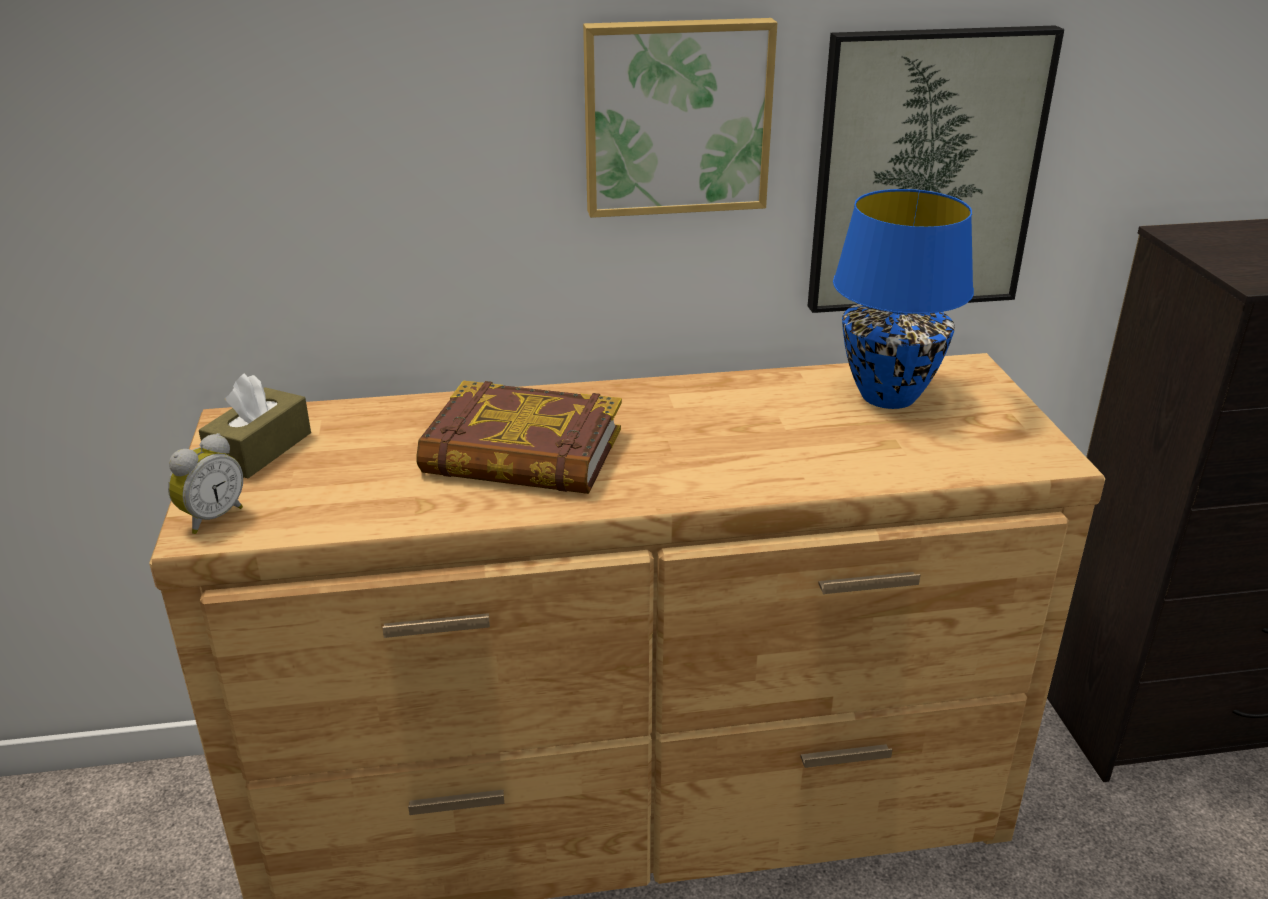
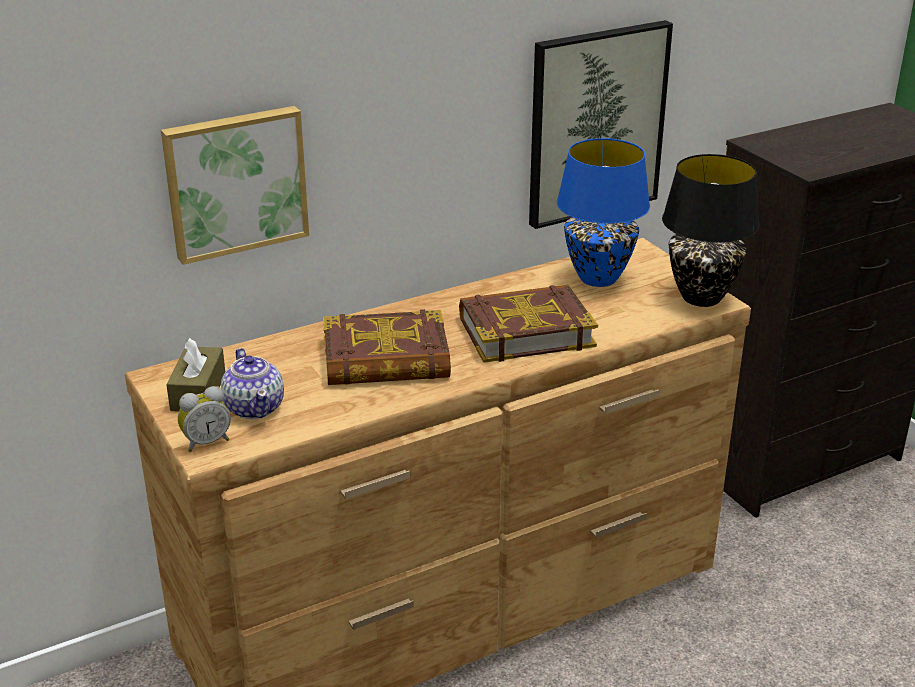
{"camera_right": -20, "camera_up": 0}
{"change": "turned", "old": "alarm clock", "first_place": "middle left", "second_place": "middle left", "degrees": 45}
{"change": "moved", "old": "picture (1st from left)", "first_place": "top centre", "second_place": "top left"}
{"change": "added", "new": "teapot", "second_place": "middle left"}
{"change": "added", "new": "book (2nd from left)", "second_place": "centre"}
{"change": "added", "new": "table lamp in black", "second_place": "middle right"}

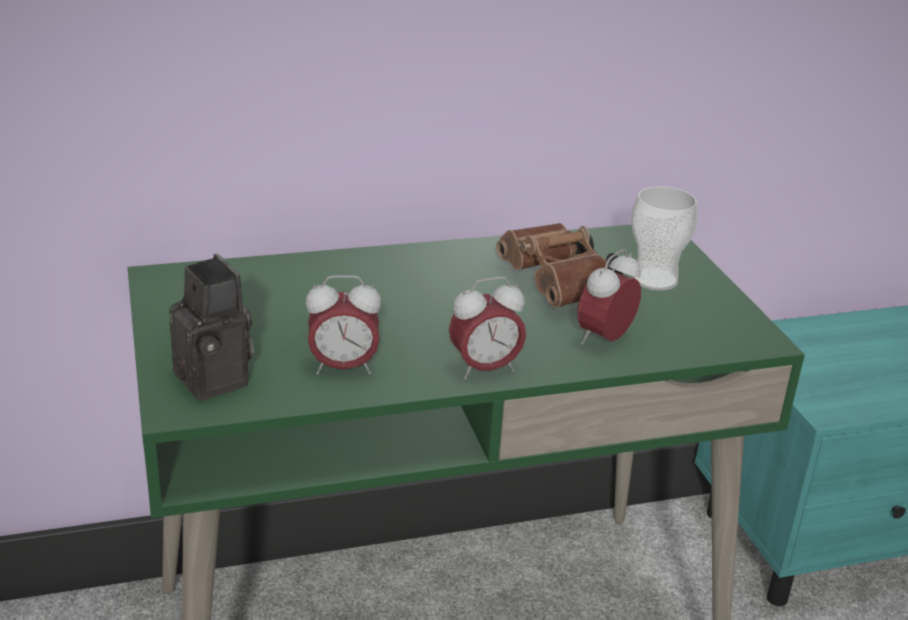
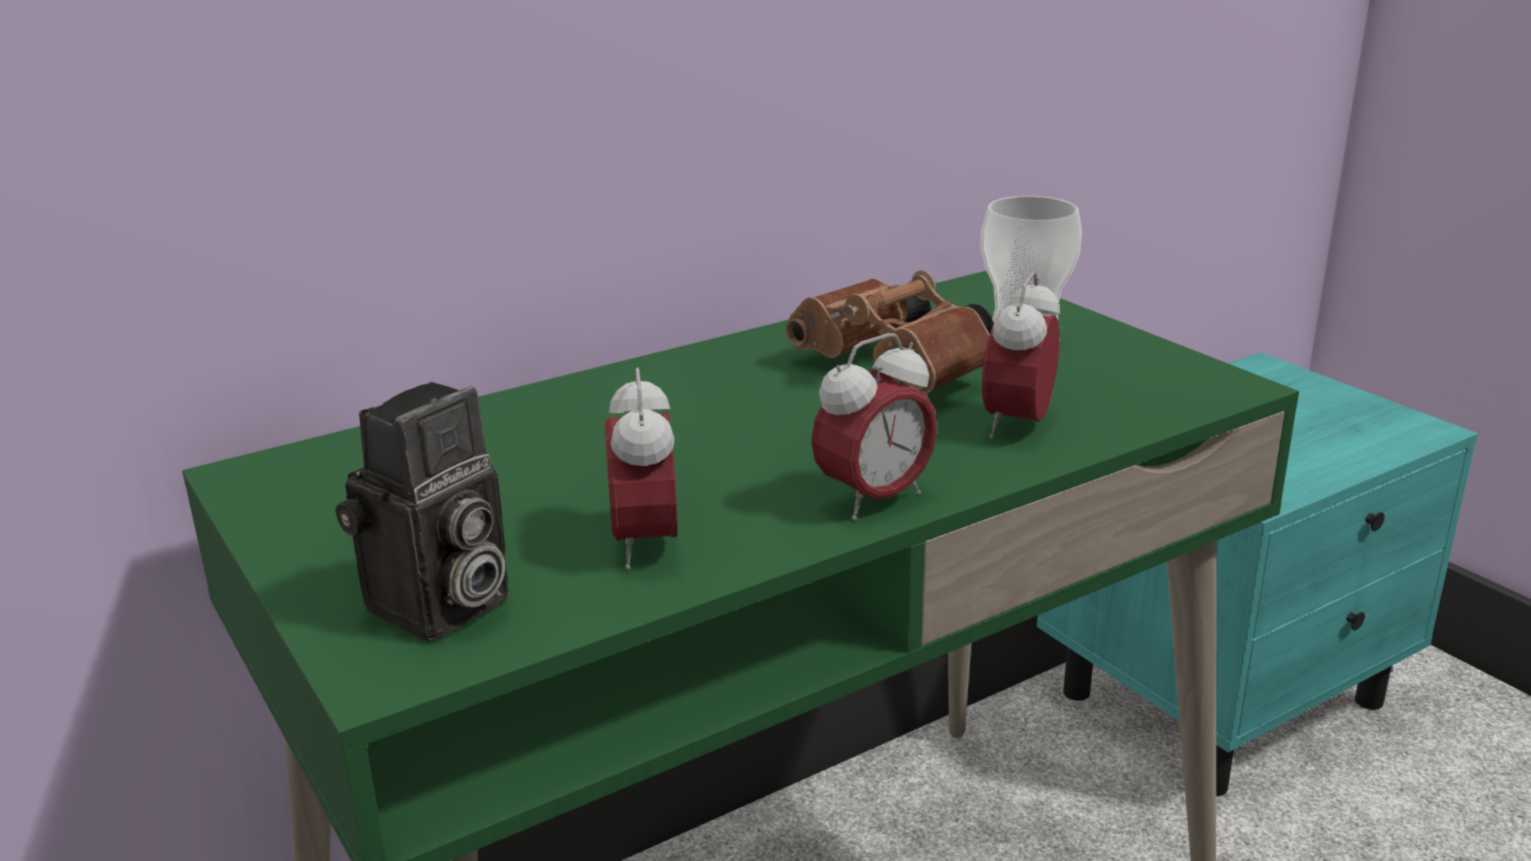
{"camera_right": -15, "camera_up": -5}
{"change": "turned", "old": "photo camera", "first_place": "middle left", "second_place": "middle left", "degrees": 90}
{"change": "turned", "old": "alarm clock (1st from left)", "first_place": "centre", "second_place": "centre", "degrees": 105}

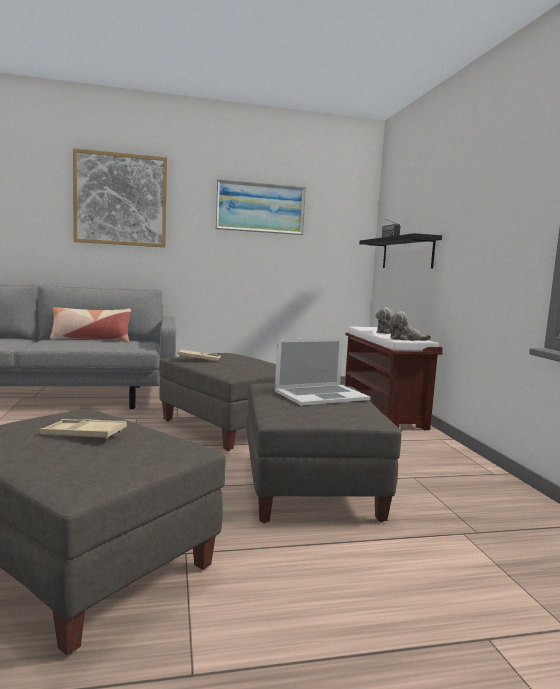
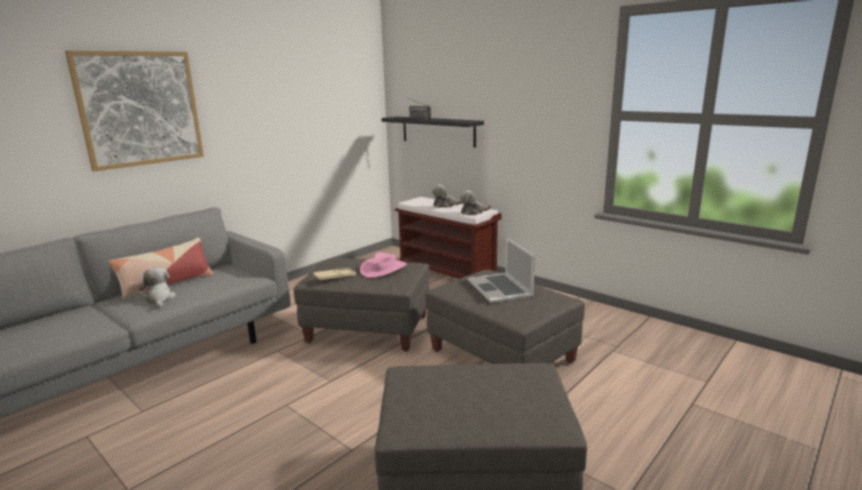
{"camera_right": -35, "camera_up": 10}
{"change": "removed", "old": "tray in beige (1st from left)", "first_place": "middle left"}
{"change": "removed", "old": "picture (2nd from left)", "first_place": "top centre"}
{"change": "turned", "old": "laptop", "first_place": "centre", "second_place": "centre", "degrees": 135}
{"change": "added", "new": "plush toy (1st from left)", "second_place": "middle left"}
{"change": "added", "new": "hat in pink", "second_place": "centre"}

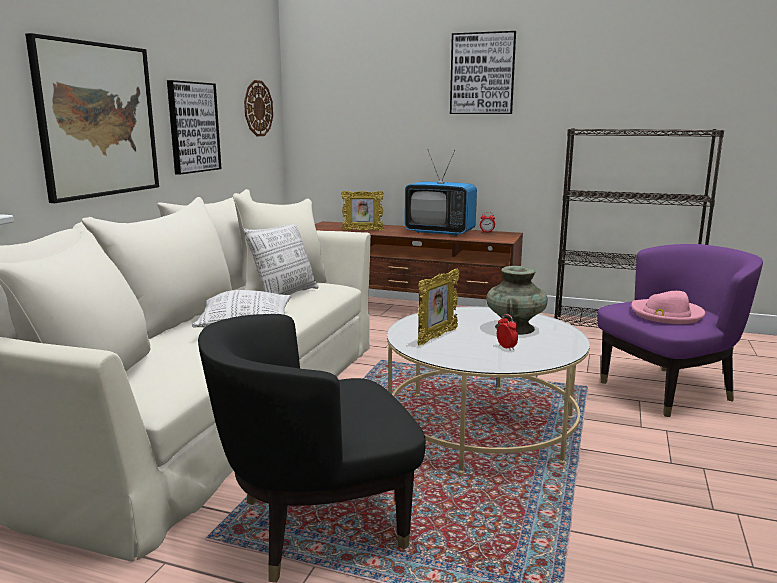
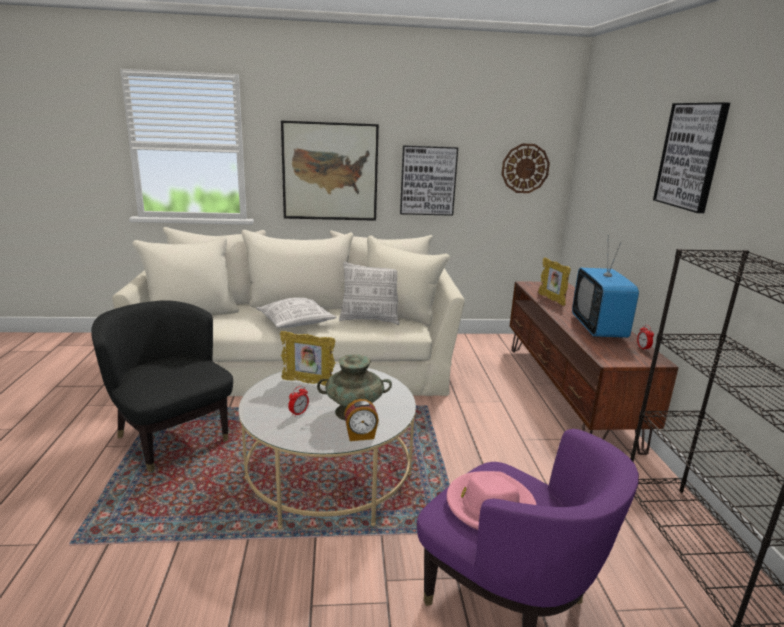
{"camera_right": 65, "camera_up": 5}
{"change": "added", "new": "alarm clock (2nd from left)", "second_place": "bottom centre"}

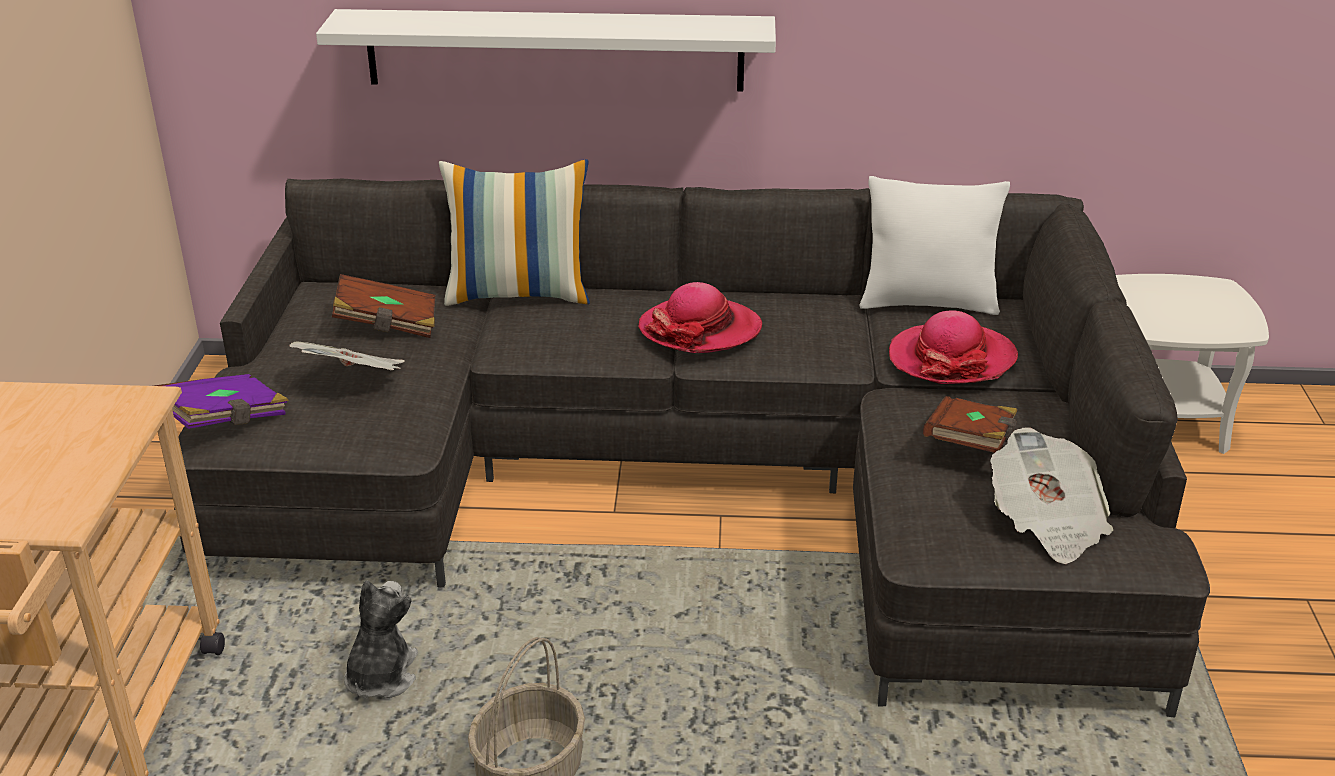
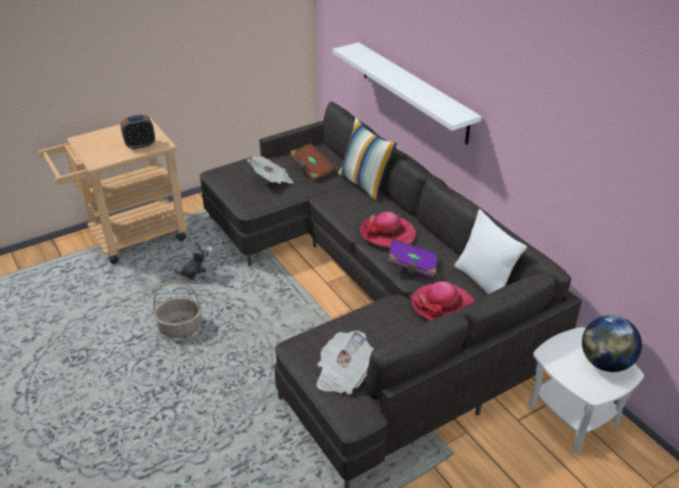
{"camera_right": 55, "camera_up": 5}
{"change": "moved", "old": "book in purple", "first_place": "middle left", "second_place": "centre"}
{"change": "removed", "old": "book in brown (2nd from left)", "first_place": "middle right"}
{"change": "added", "new": "alarm clock", "second_place": "top left"}
{"change": "added", "new": "globe", "second_place": "bottom right"}

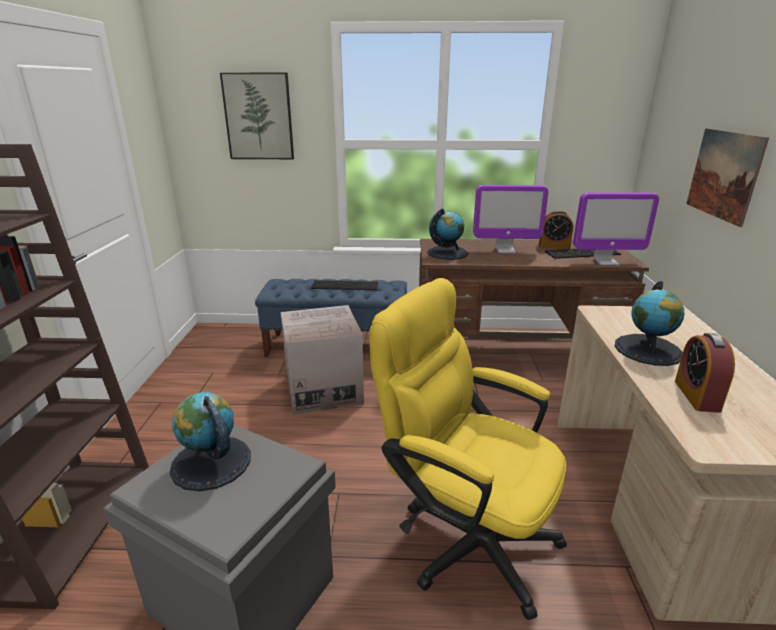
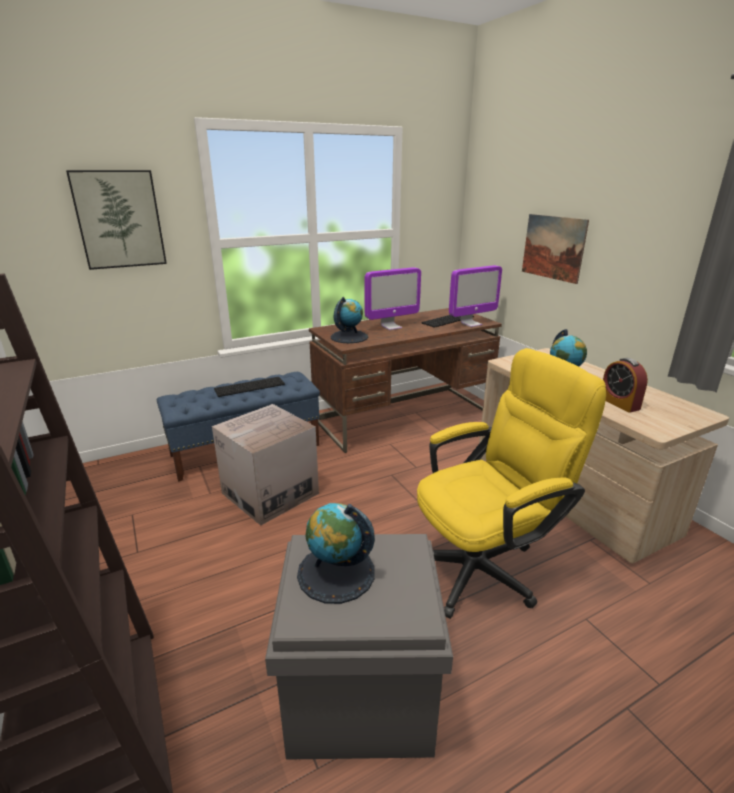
{"camera_right": -30, "camera_up": 0}
{"change": "turned", "old": "office chair in yellow", "first_place": "bottom centre", "second_place": "middle right", "degrees": 150}
{"change": "removed", "old": "alarm clock (1st from left)", "first_place": "middle right"}

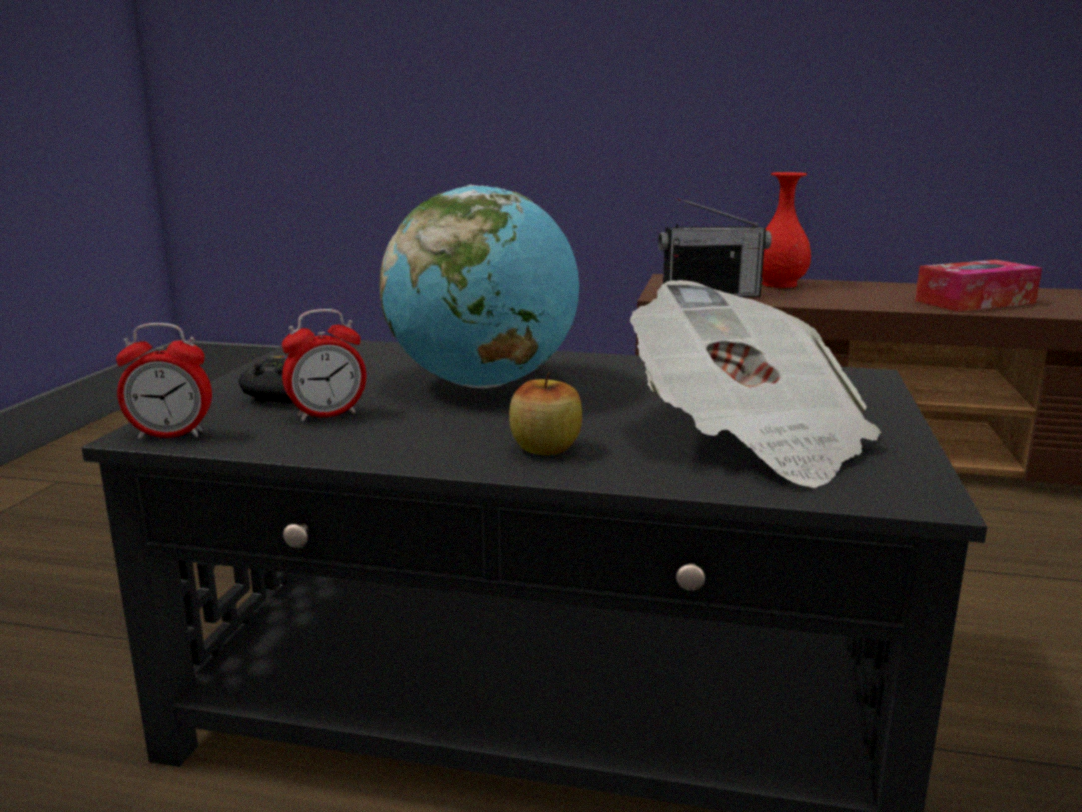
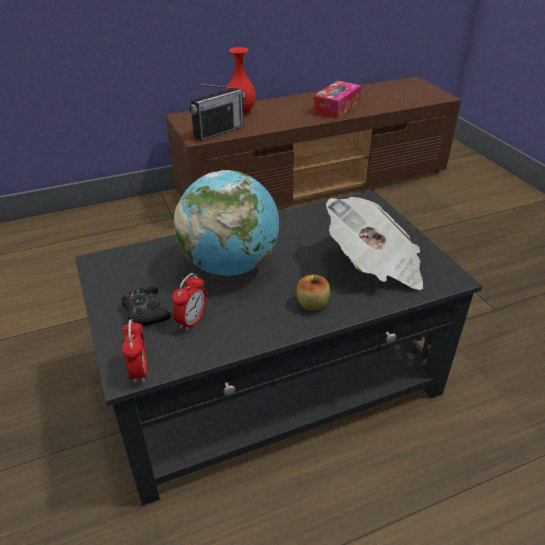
{"camera_right": -35, "camera_up": 20}
{"change": "turned", "old": "alarm clock (1st from left)", "first_place": "middle left", "second_place": "middle left", "degrees": -60}

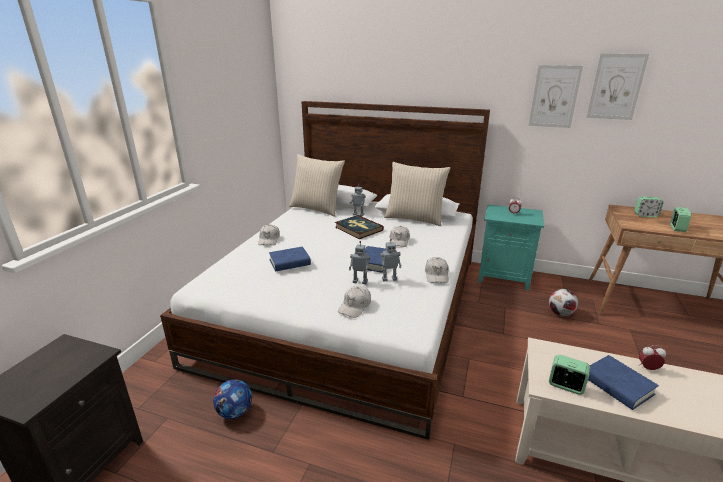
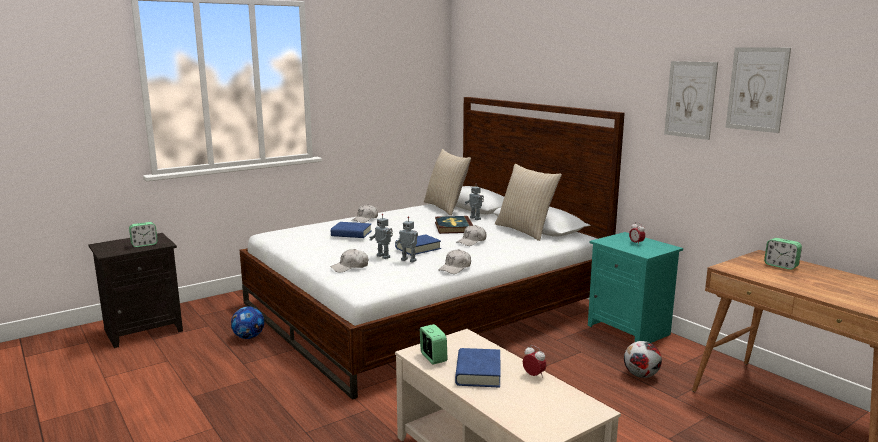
{"camera_right": 35, "camera_up": -10}
{"change": "moved", "old": "alarm clock (5th from left in the first image)", "new": "alarm clock (1st from left)", "first_place": "middle right", "second_place": "middle left"}

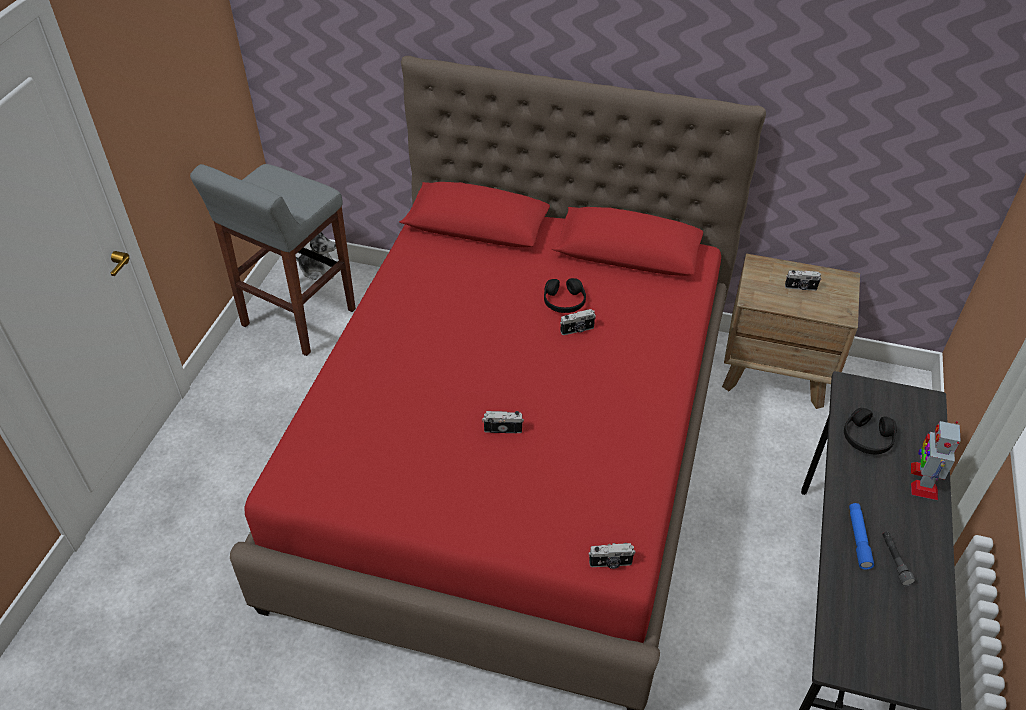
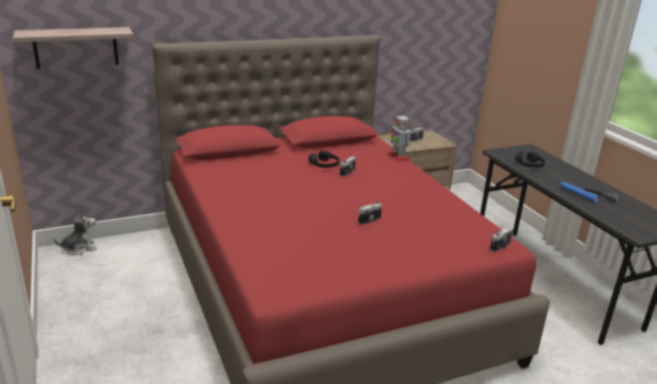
{"camera_right": -40, "camera_up": -20}
{"change": "removed", "old": "stool in grey", "first_place": "middle left"}
{"change": "moved", "old": "toy robot", "first_place": "middle right", "second_place": "centre"}
{"change": "added", "new": "shelf", "second_place": "top left"}

